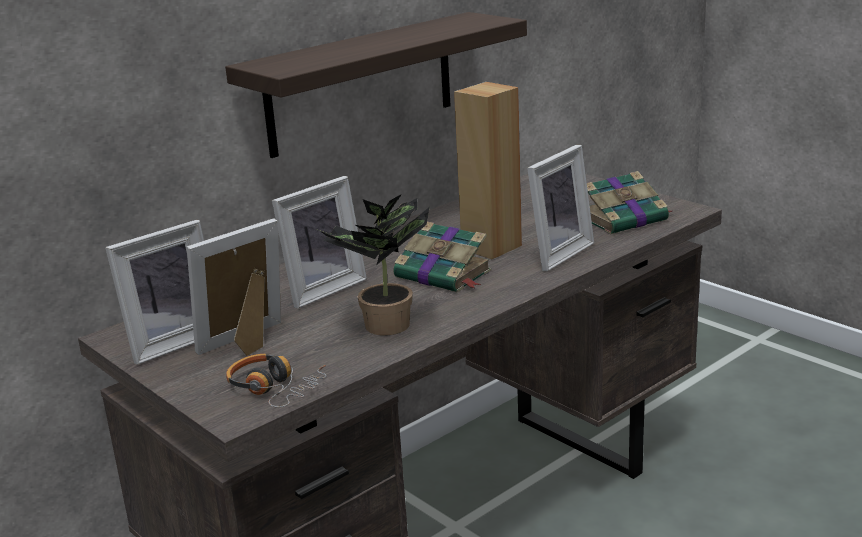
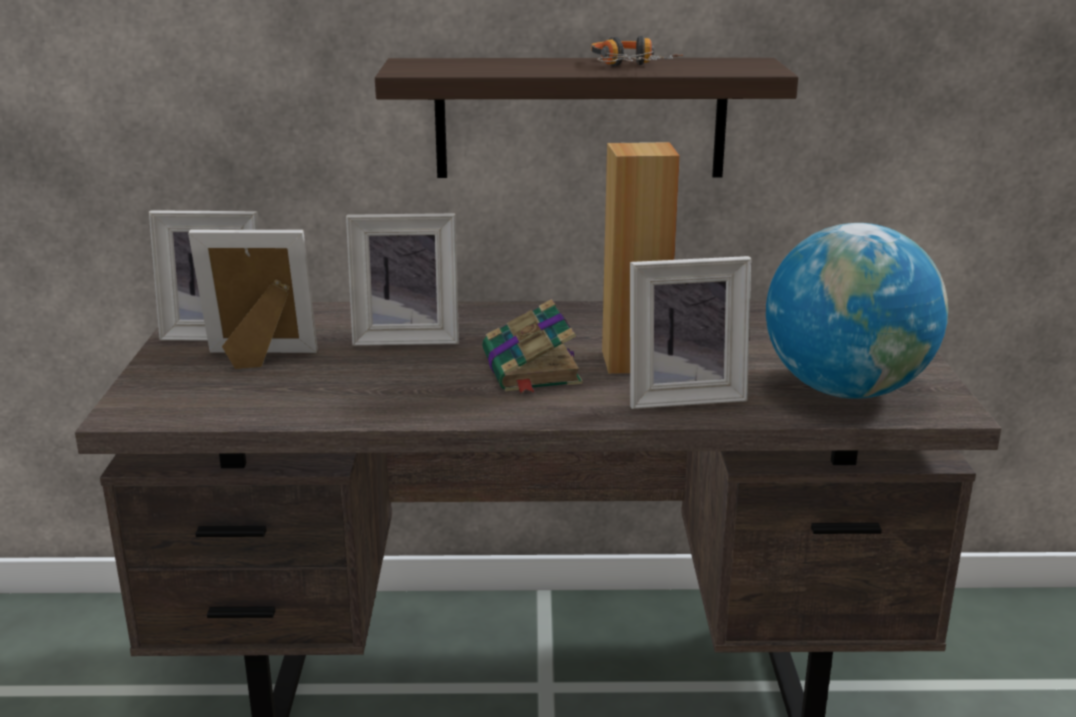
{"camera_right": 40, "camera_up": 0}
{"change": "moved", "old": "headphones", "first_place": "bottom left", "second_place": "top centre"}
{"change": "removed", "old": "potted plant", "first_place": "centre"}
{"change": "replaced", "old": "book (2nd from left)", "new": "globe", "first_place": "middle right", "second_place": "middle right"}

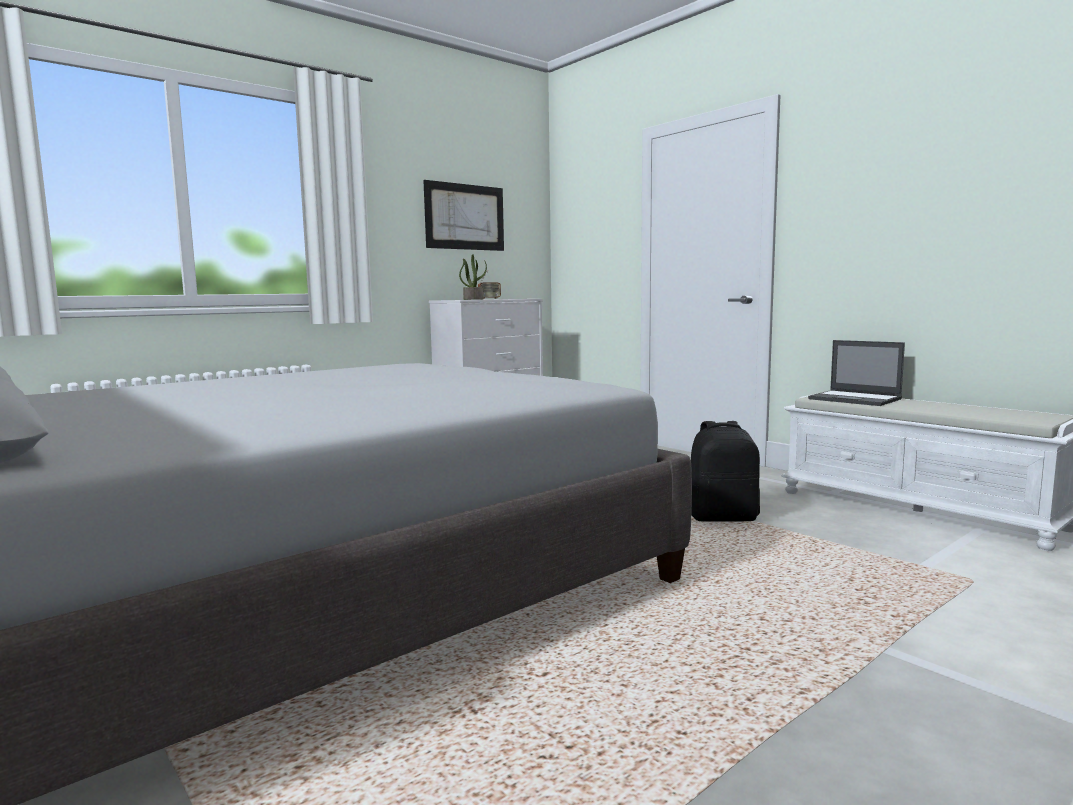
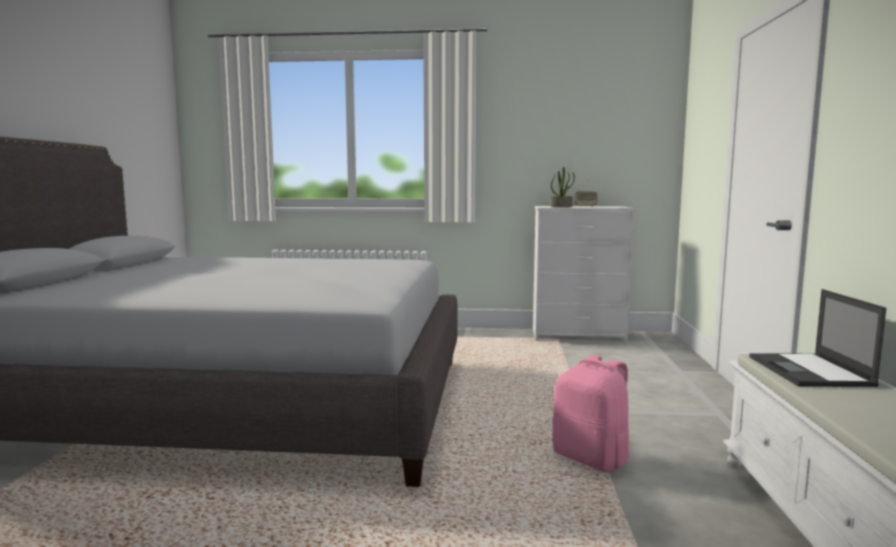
{"camera_right": 45, "camera_up": 0}
{"change": "removed", "old": "picture", "first_place": "top centre"}
{"change": "recoloured", "old": "backpack in black", "new": "backpack in pink", "first_place": "middle right", "second_place": "bottom centre"}

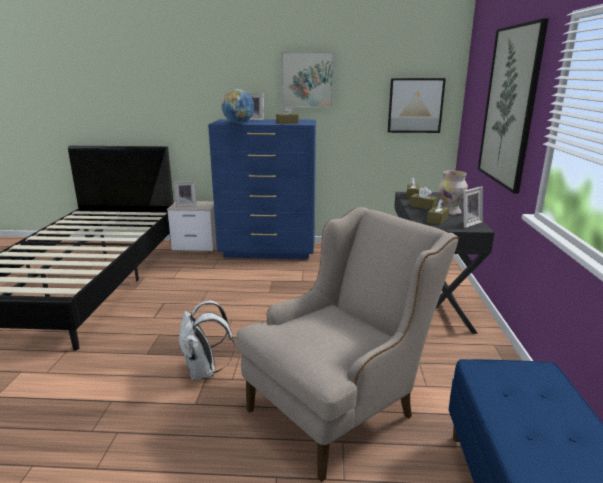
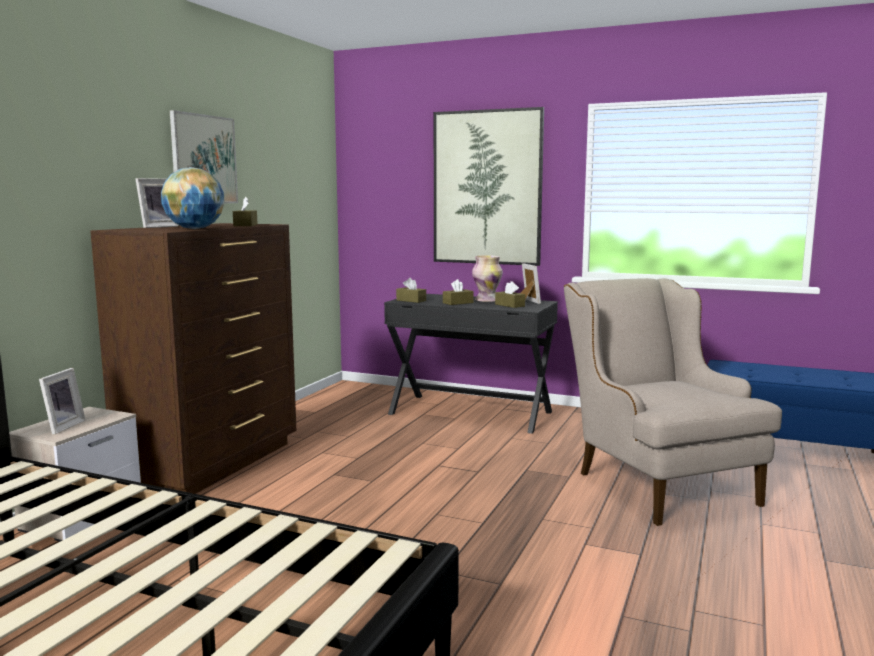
{"camera_right": -70, "camera_up": -10}
{"change": "removed", "old": "backpack in white", "first_place": "bottom centre"}
{"change": "recoloured", "old": "dresser in blue", "new": "dresser in brown", "first_place": "centre", "second_place": "middle left"}
{"change": "removed", "old": "picture (2nd from left)", "first_place": "top right"}

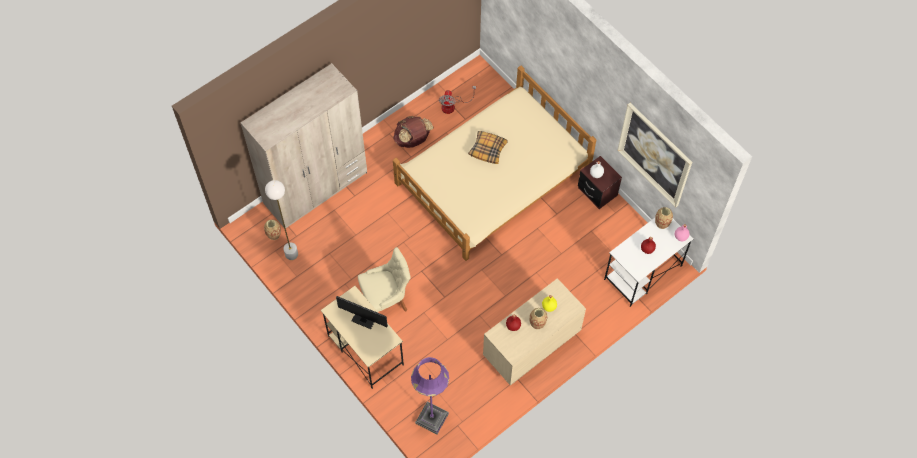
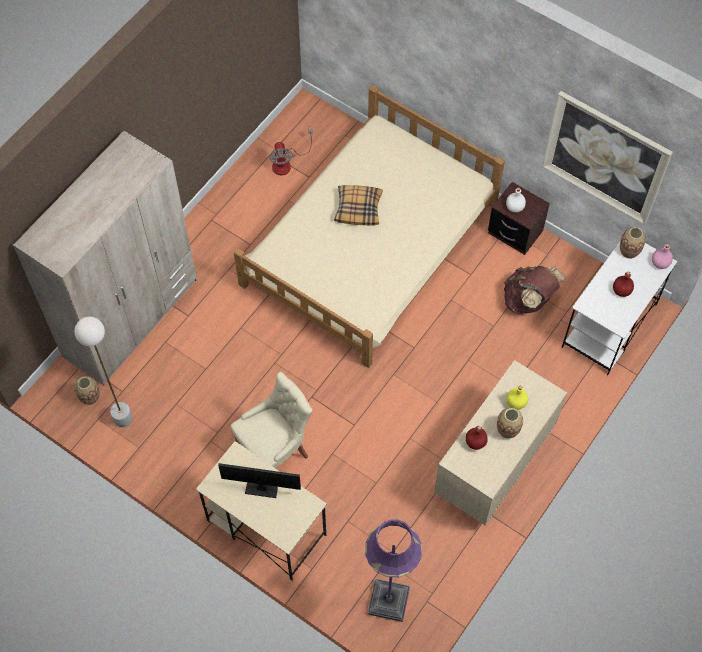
{"camera_right": -15, "camera_up": 0}
{"change": "moved", "old": "backpack in brown", "first_place": "top centre", "second_place": "middle right"}

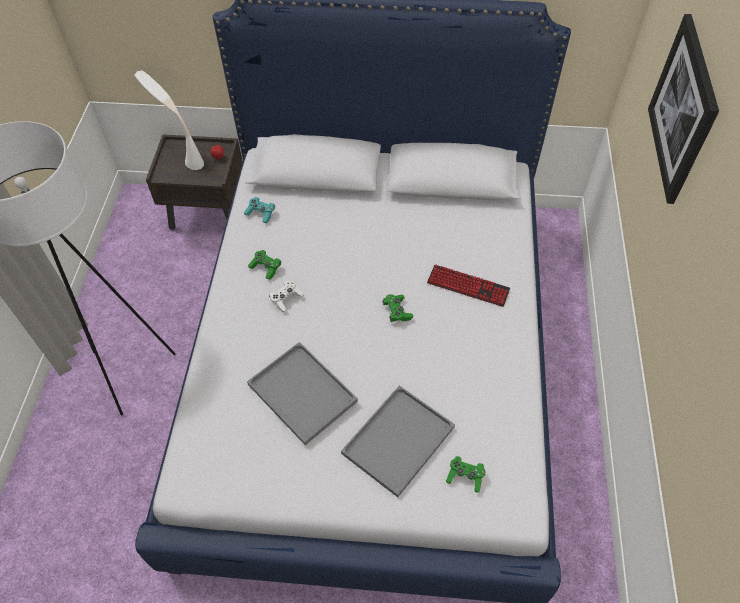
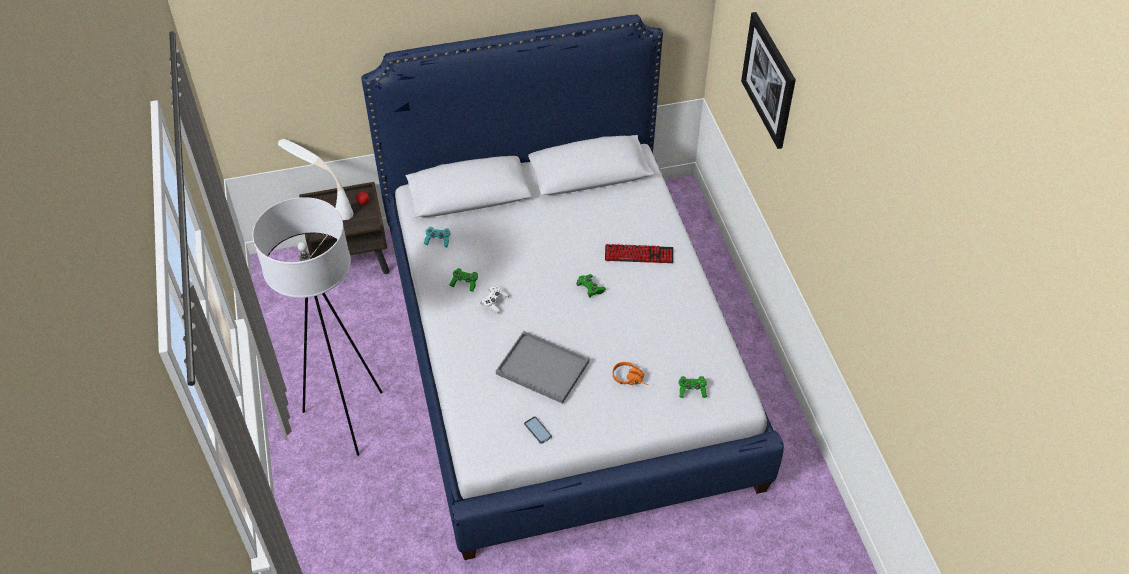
{"camera_right": -20, "camera_up": -5}
{"change": "replaced", "old": "tray in grey (2nd from left)", "new": "headphones in orange", "first_place": "bottom centre", "second_place": "centre"}
{"change": "added", "new": "phone", "second_place": "bottom centre"}

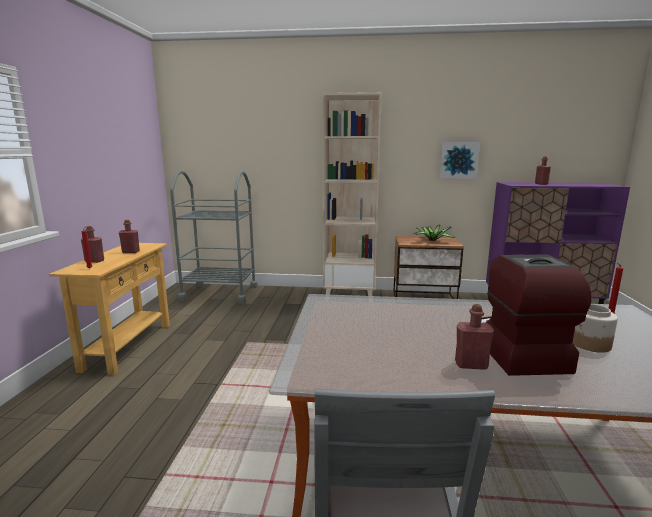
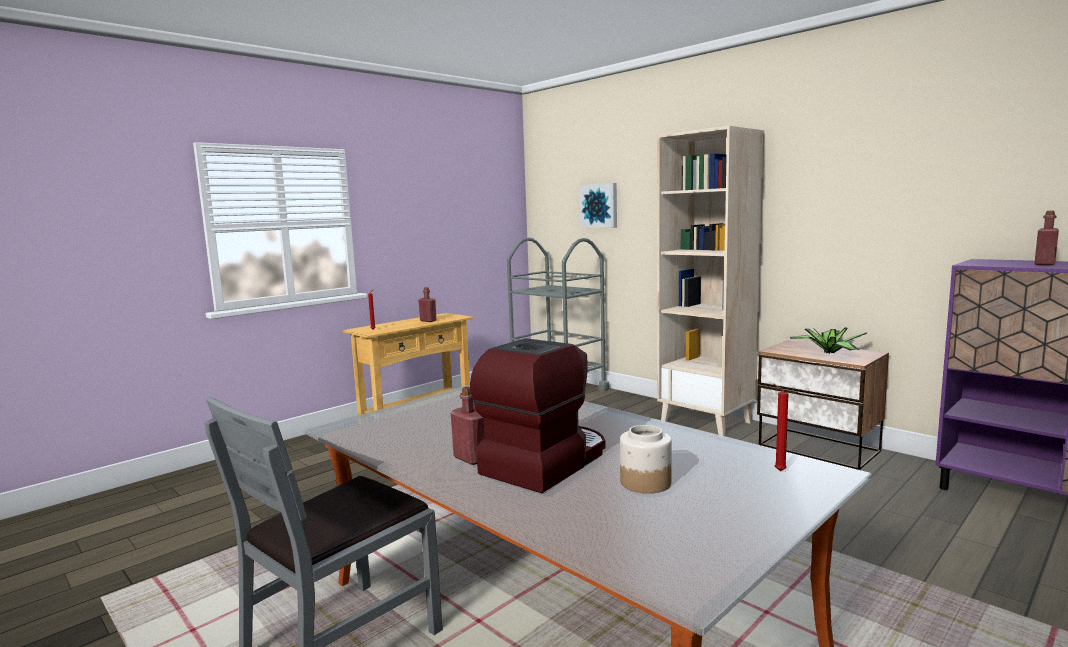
{"camera_right": 40, "camera_up": -5}
{"change": "removed", "old": "bottle in red (1st from left)", "first_place": "middle left"}
{"change": "moved", "old": "picture", "first_place": "top right", "second_place": "top centre"}

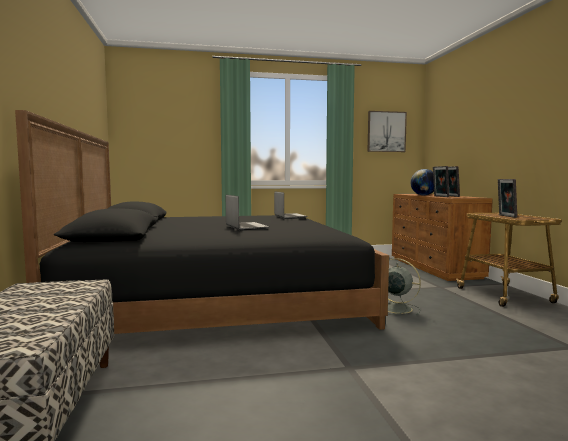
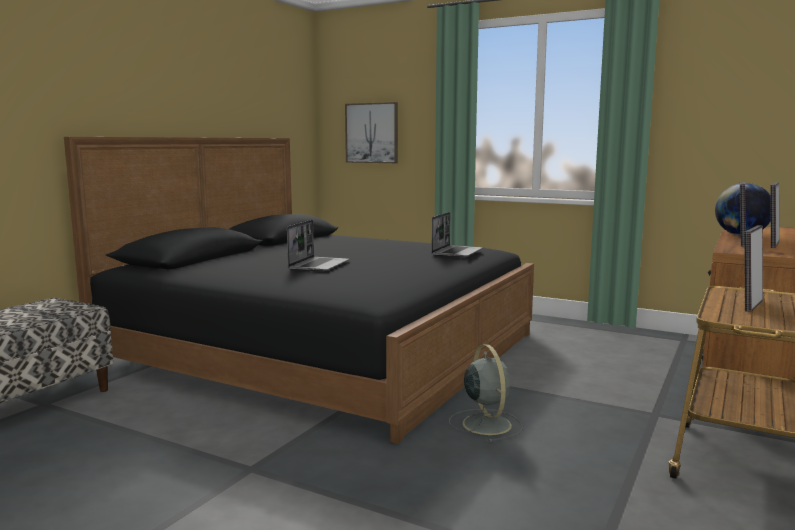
{"camera_right": 40, "camera_up": 5}
{"change": "moved", "old": "picture", "first_place": "top right", "second_place": "top centre"}

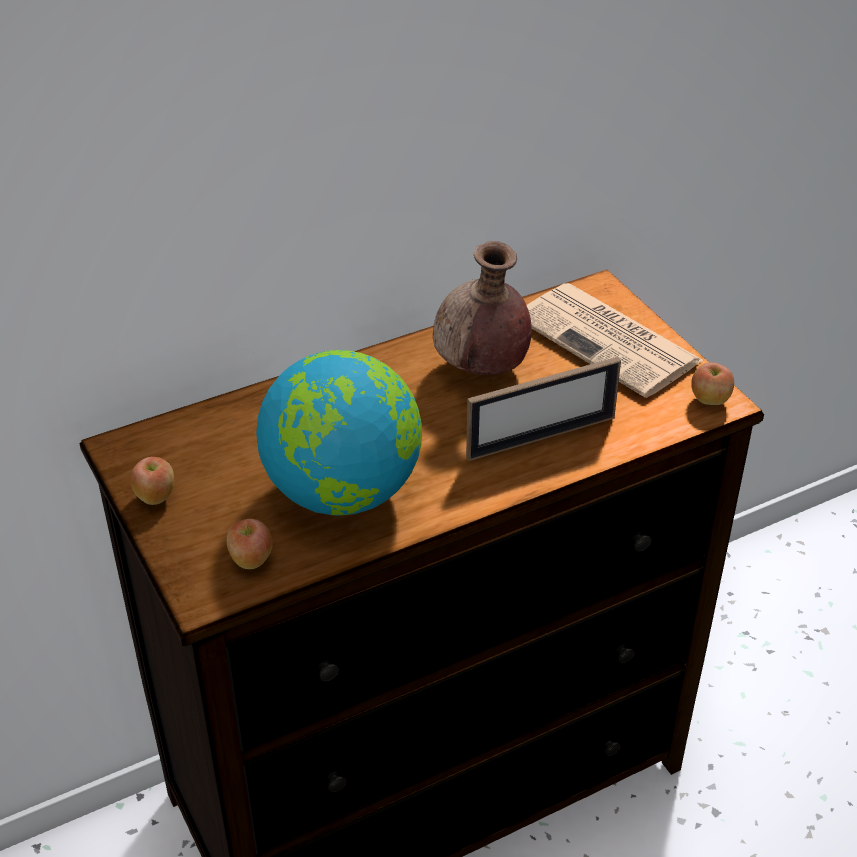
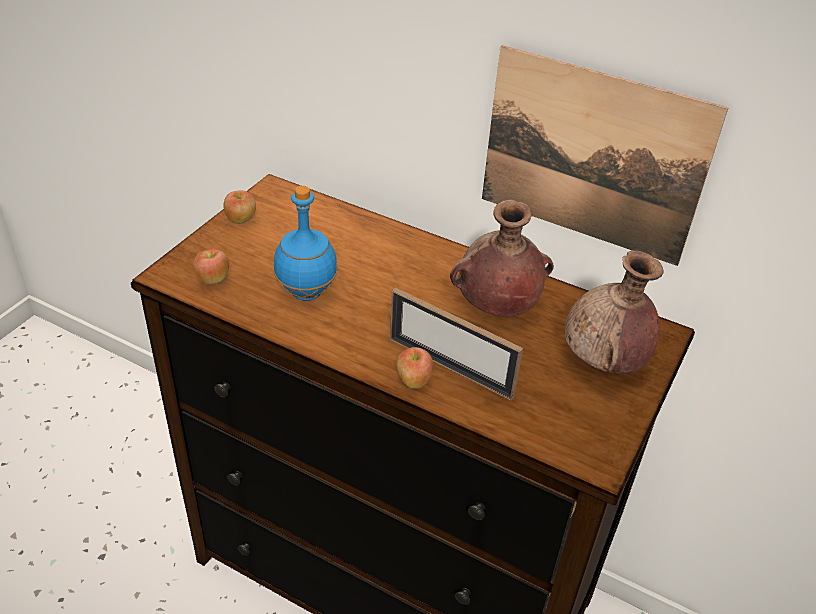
{"camera_right": 55, "camera_up": 0}
{"change": "replaced", "old": "globe", "new": "bottle in blue", "first_place": "centre", "second_place": "centre"}
{"change": "replaced", "old": "newspaper", "new": "vase in brown (2nd from left)", "first_place": "middle right", "second_place": "middle right"}
{"change": "moved", "old": "apple (3rd from left)", "first_place": "middle right", "second_place": "centre"}
{"change": "added", "new": "picture", "second_place": "top right"}

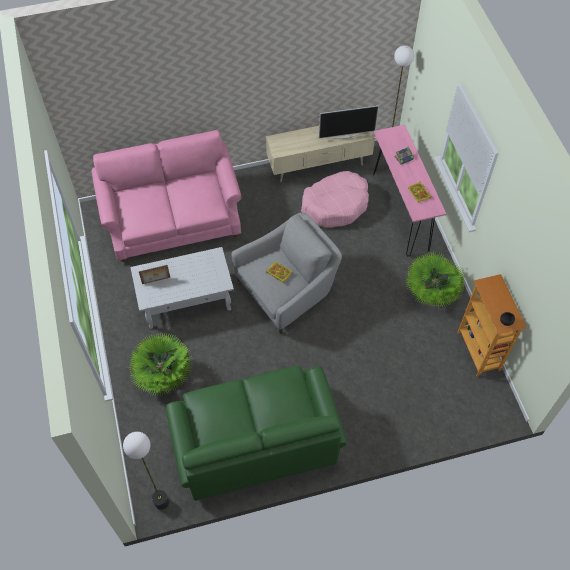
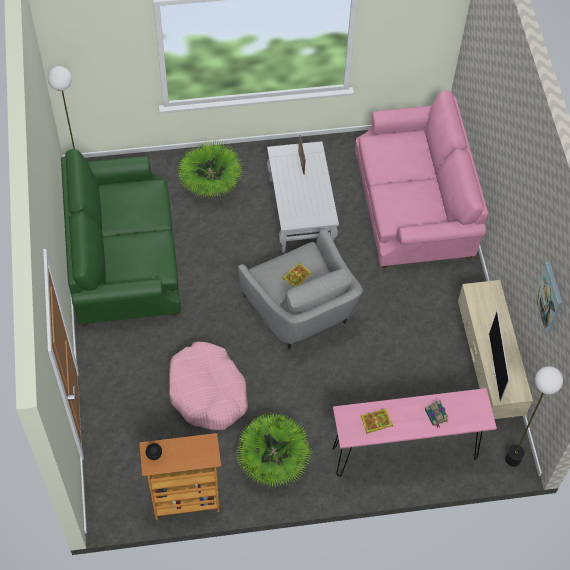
{"camera_right": 95, "camera_up": 0}
{"change": "moved", "old": "dog bed in pink", "first_place": "centre", "second_place": "bottom centre"}
{"change": "added", "new": "picture", "second_place": "middle right"}

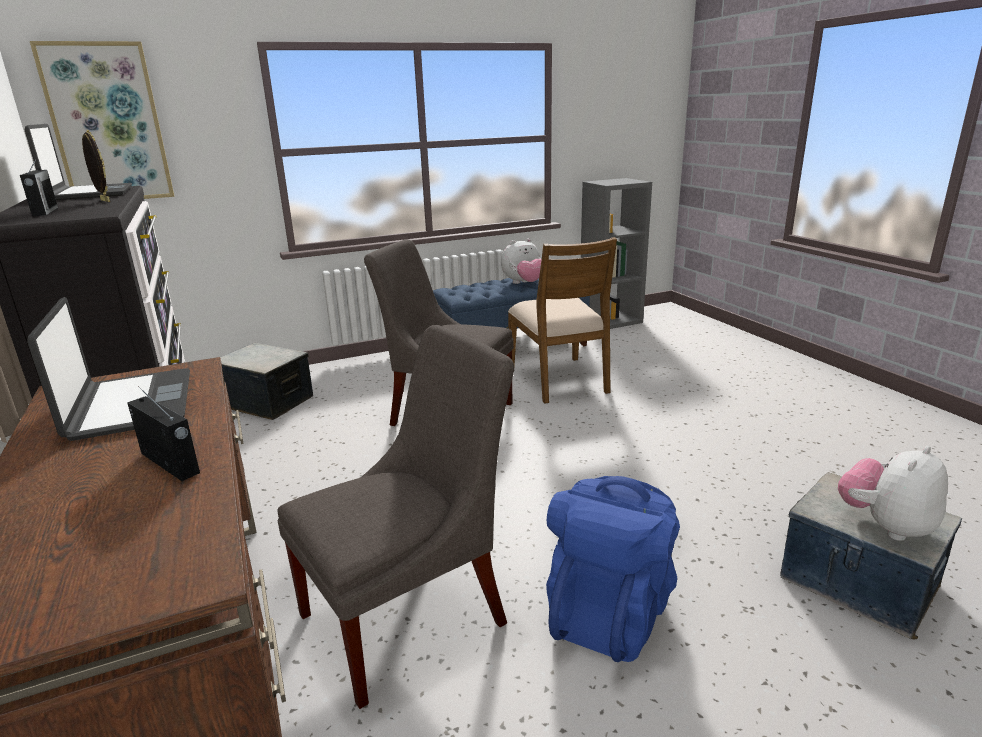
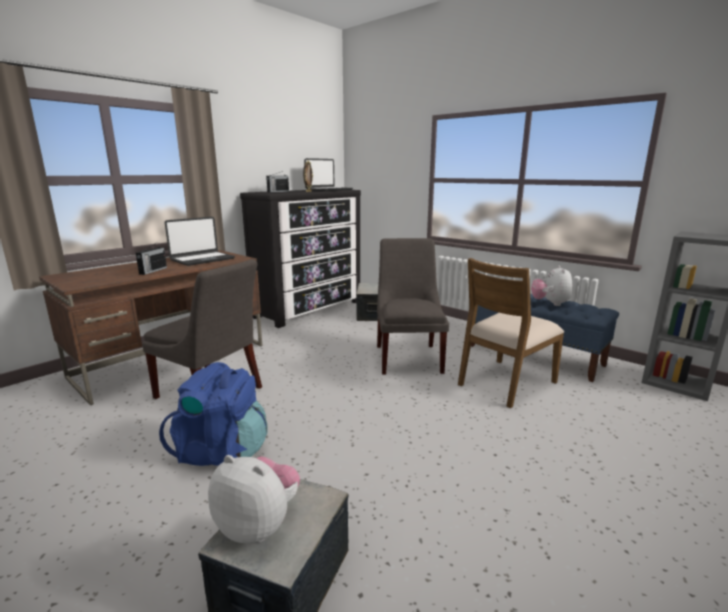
{"camera_right": 65, "camera_up": -5}
{"change": "removed", "old": "picture", "first_place": "top left"}
{"change": "turned", "old": "plush toy (1st from left in the first image)", "first_place": "centre", "second_place": "middle right", "degrees": 60}

